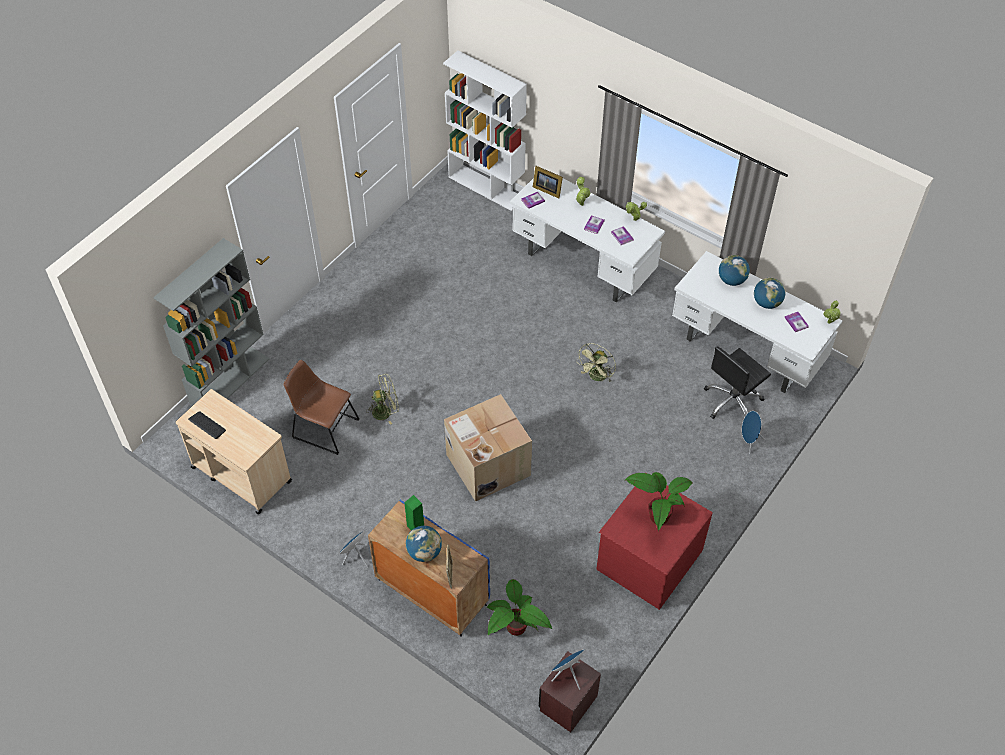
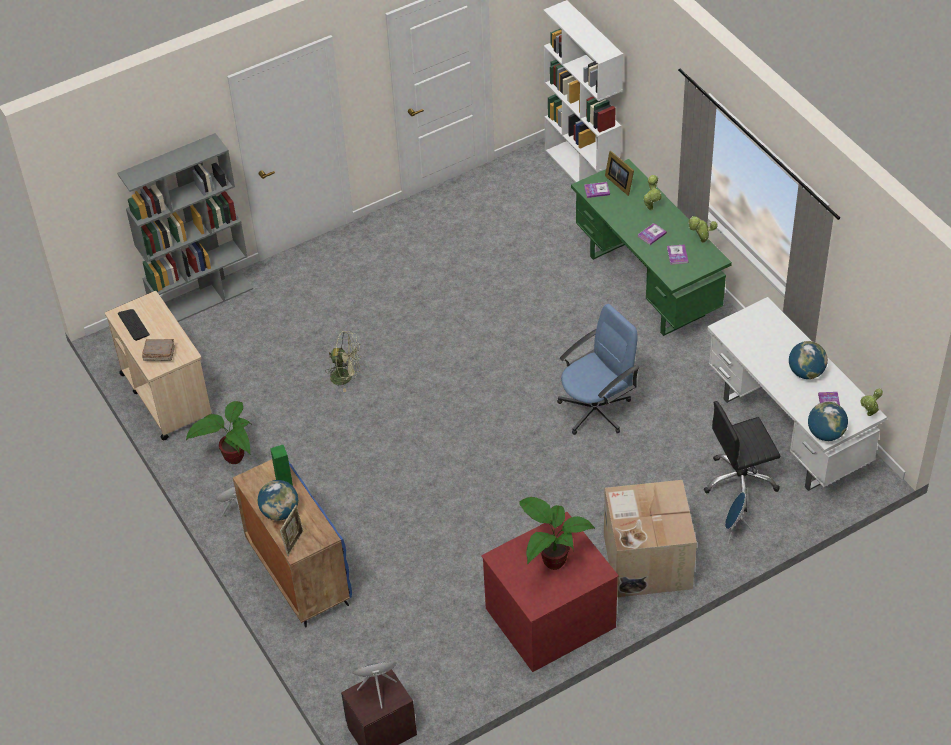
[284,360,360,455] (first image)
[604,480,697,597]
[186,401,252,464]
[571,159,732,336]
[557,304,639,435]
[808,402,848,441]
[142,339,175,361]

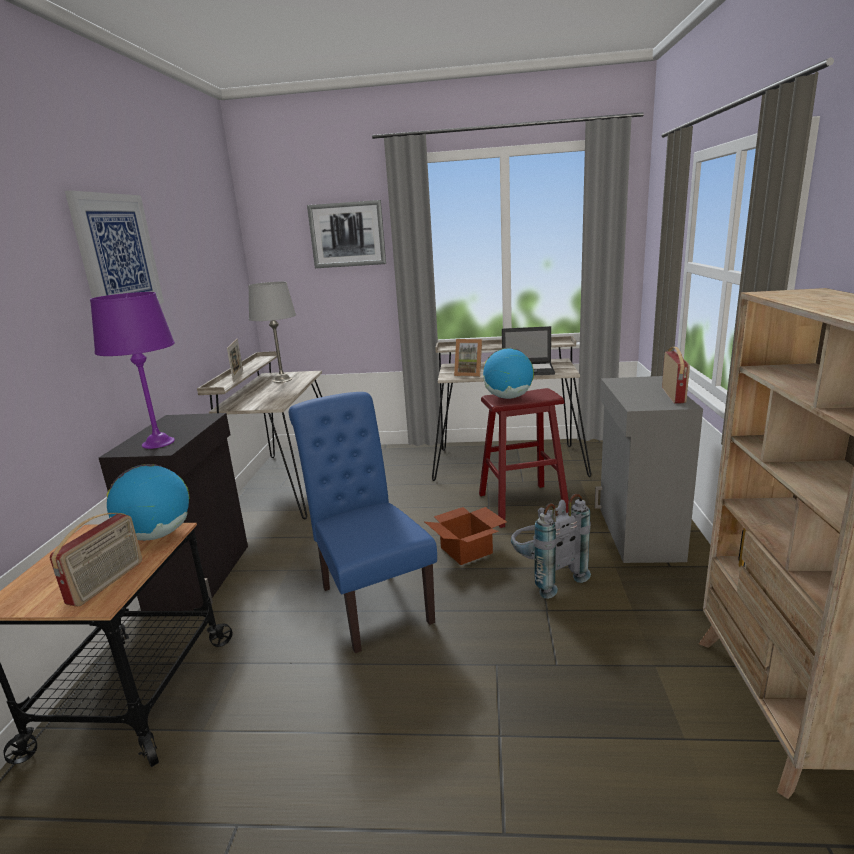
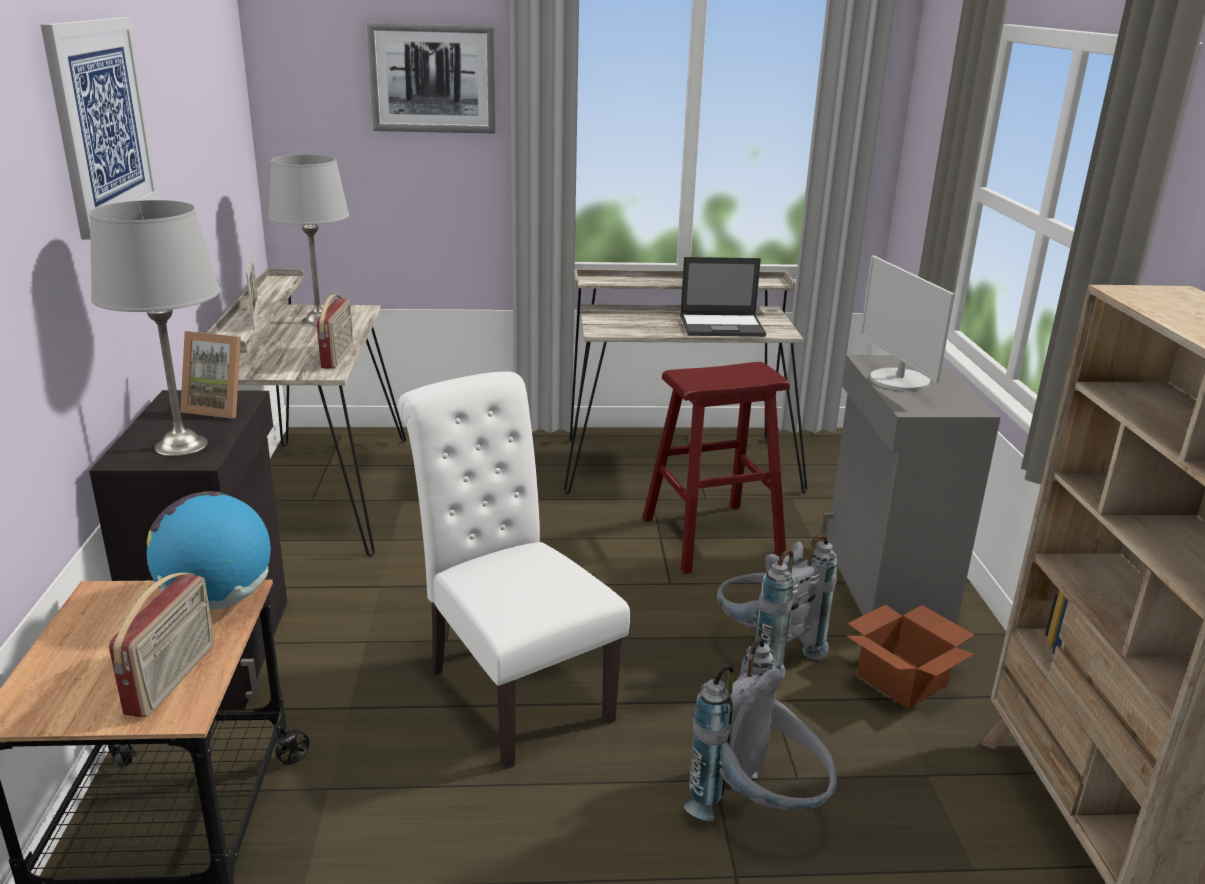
[89,200,220,456]
[398,372,630,769]
[846,605,975,709]
[180,331,241,419]
[483,348,534,399] (first image)
[317,295,353,369]
[684,637,837,821]
[860,256,955,391]

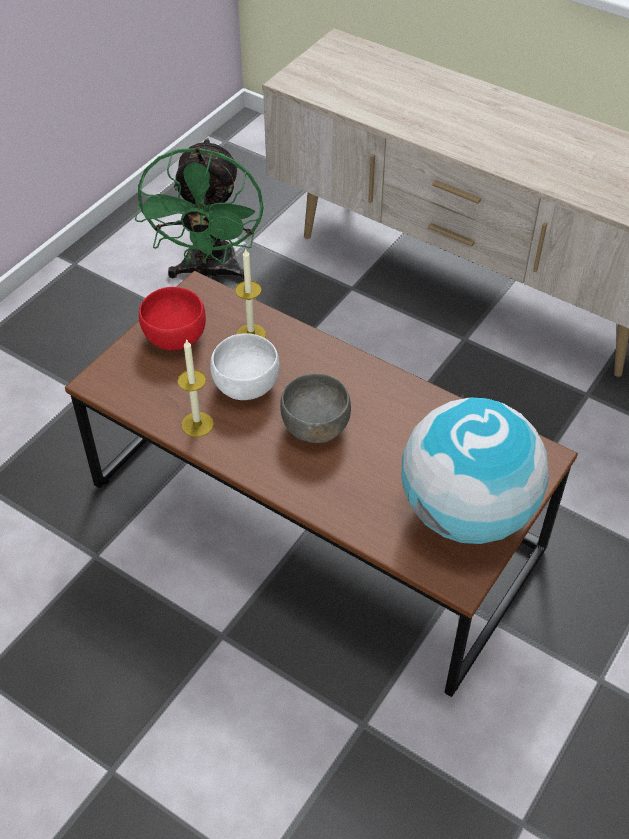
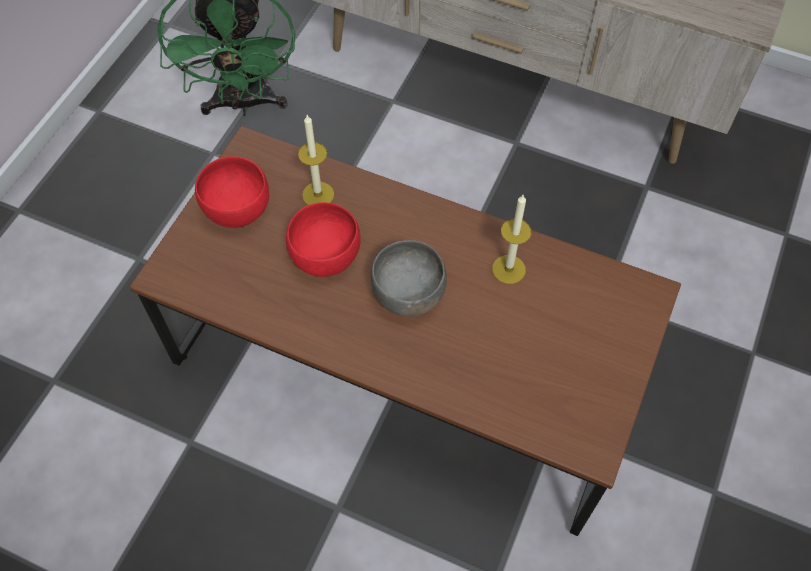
[492,195,531,284]
[286,202,361,277]
[402,397,549,544] (first image)

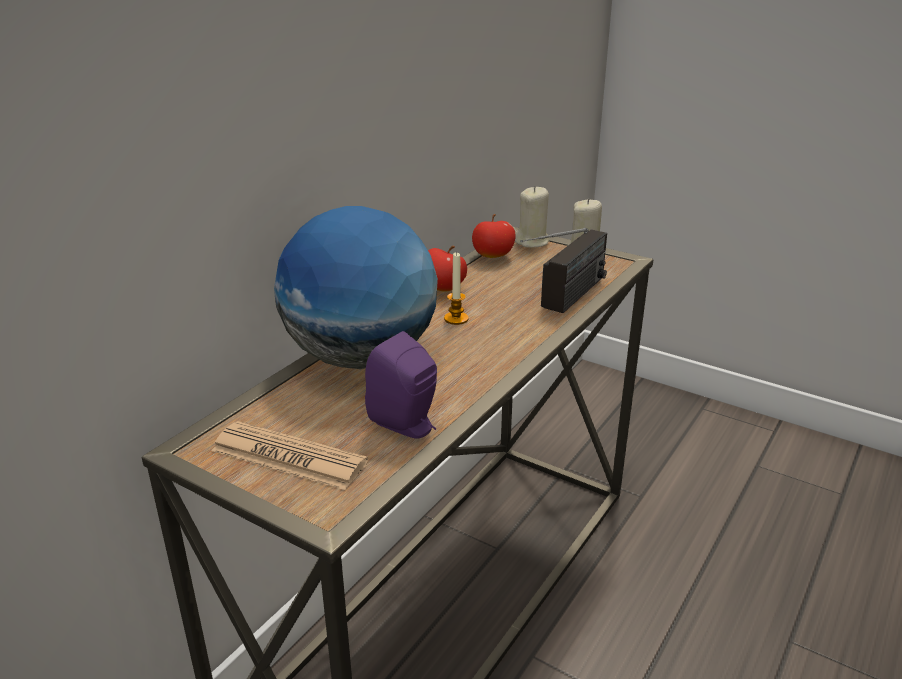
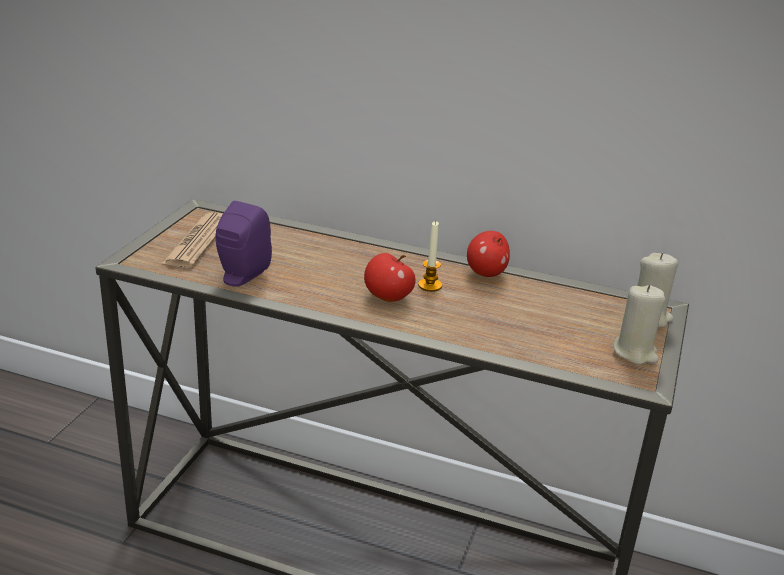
[274,206,438,369] (first image)
[364,253,416,302]
[520,228,607,313] (first image)

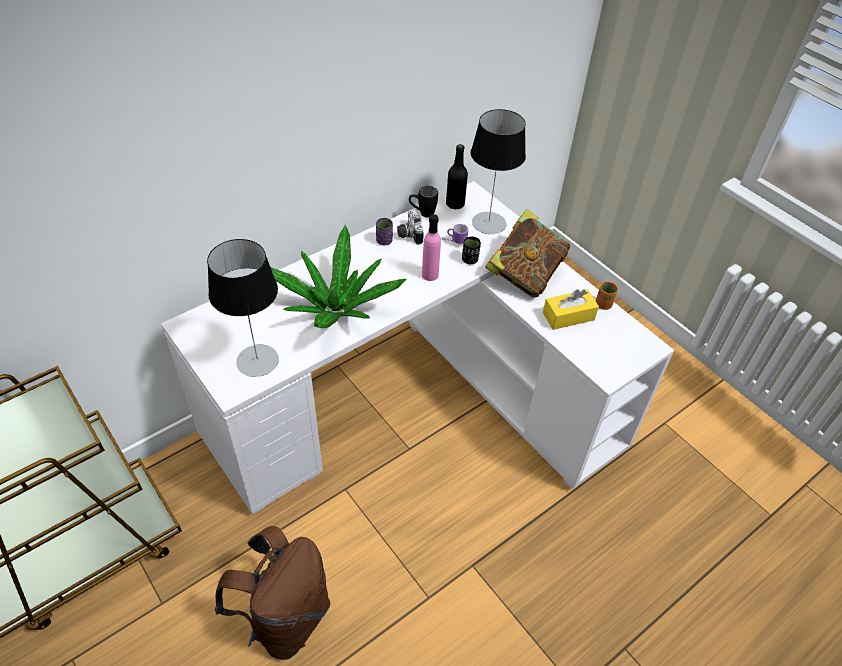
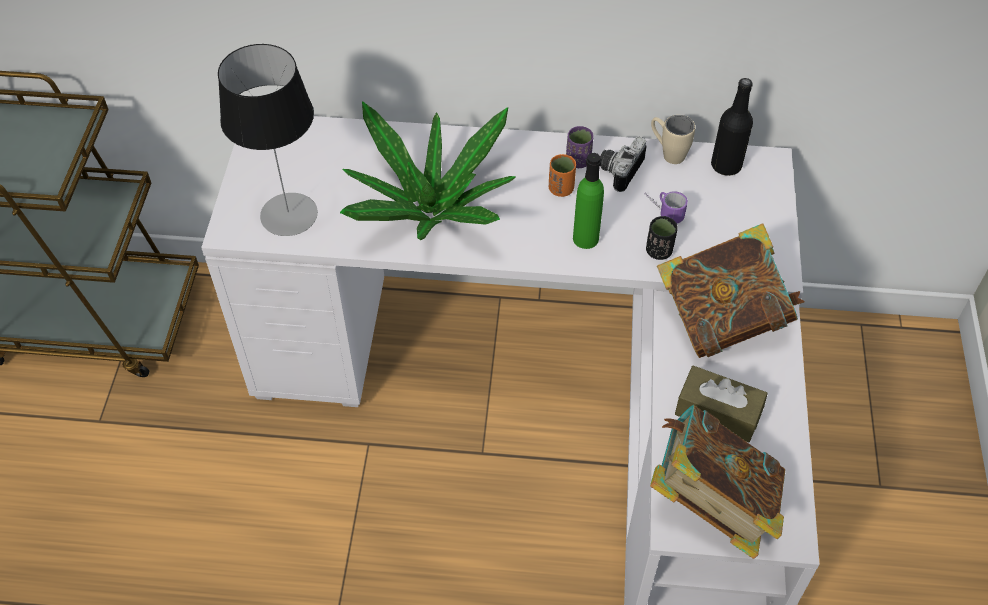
[215,526,330,660] (first image)
[651,115,695,164]
[573,153,604,249]
[471,109,526,234] (first image)
[675,366,768,443]
[549,154,576,197]
[650,405,785,559]

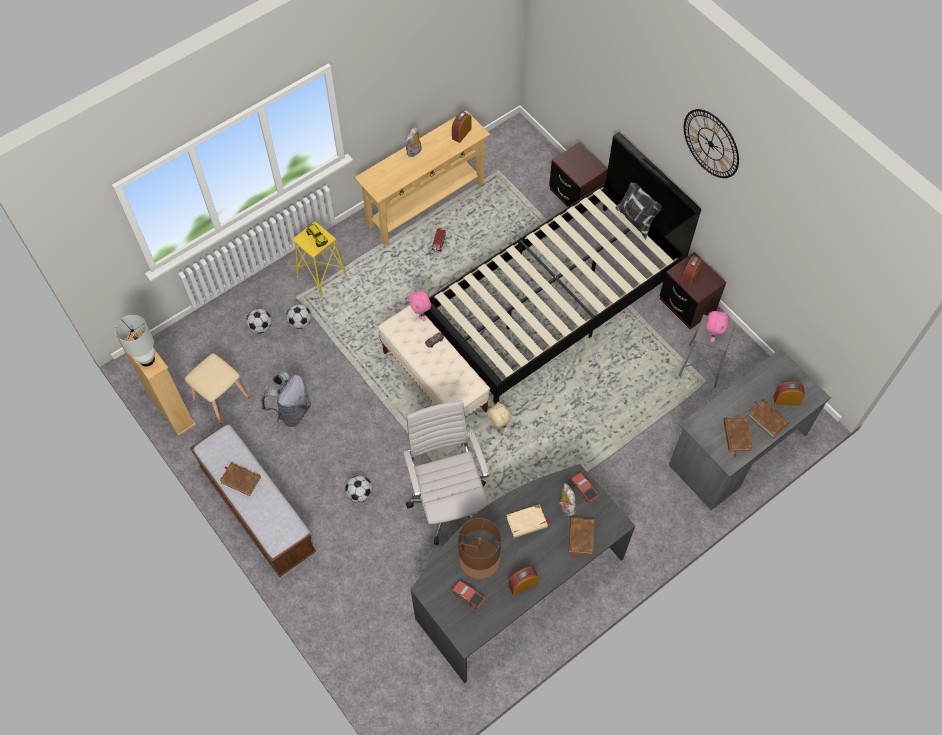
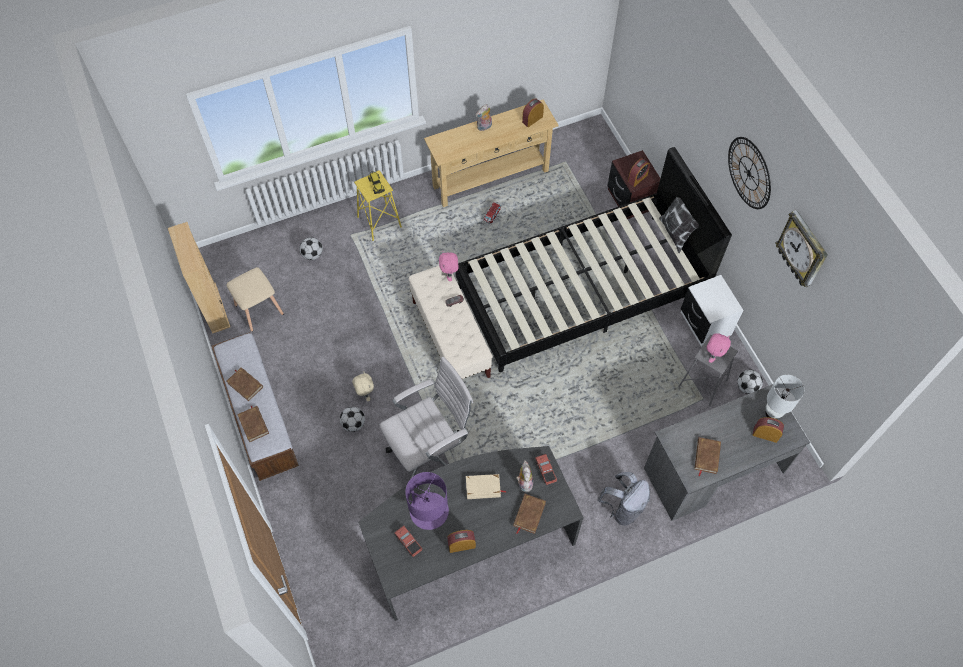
[765,375,804,419]
[597,472,650,526]
[737,370,763,394]
[380,357,473,479]
[405,472,449,530]
[352,371,374,402]
[681,275,743,347]
[628,158,650,187]
[237,406,269,442]
[775,210,828,287]

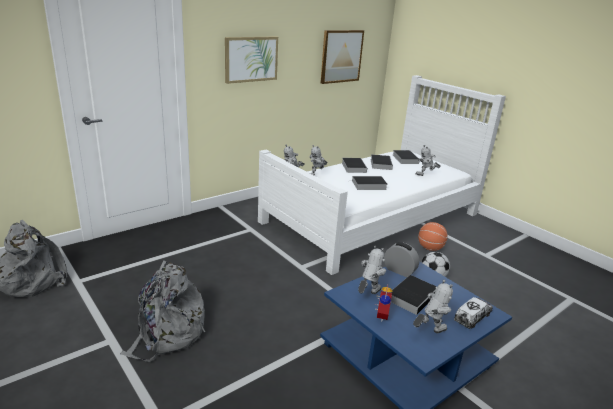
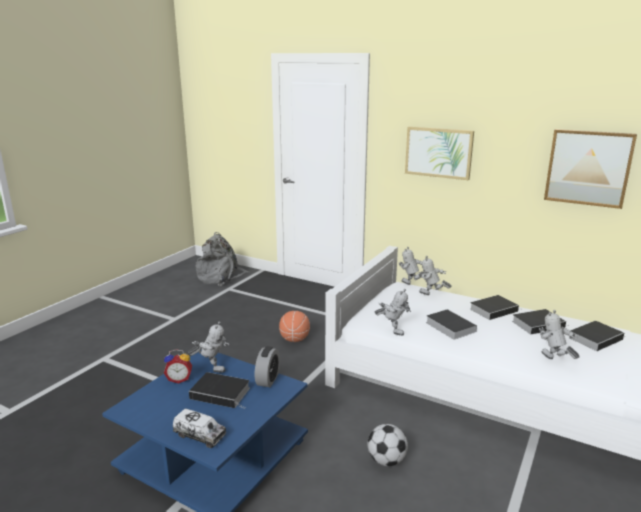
[120,260,205,362] (first image)
[374,289,411,336]
[279,311,310,342]

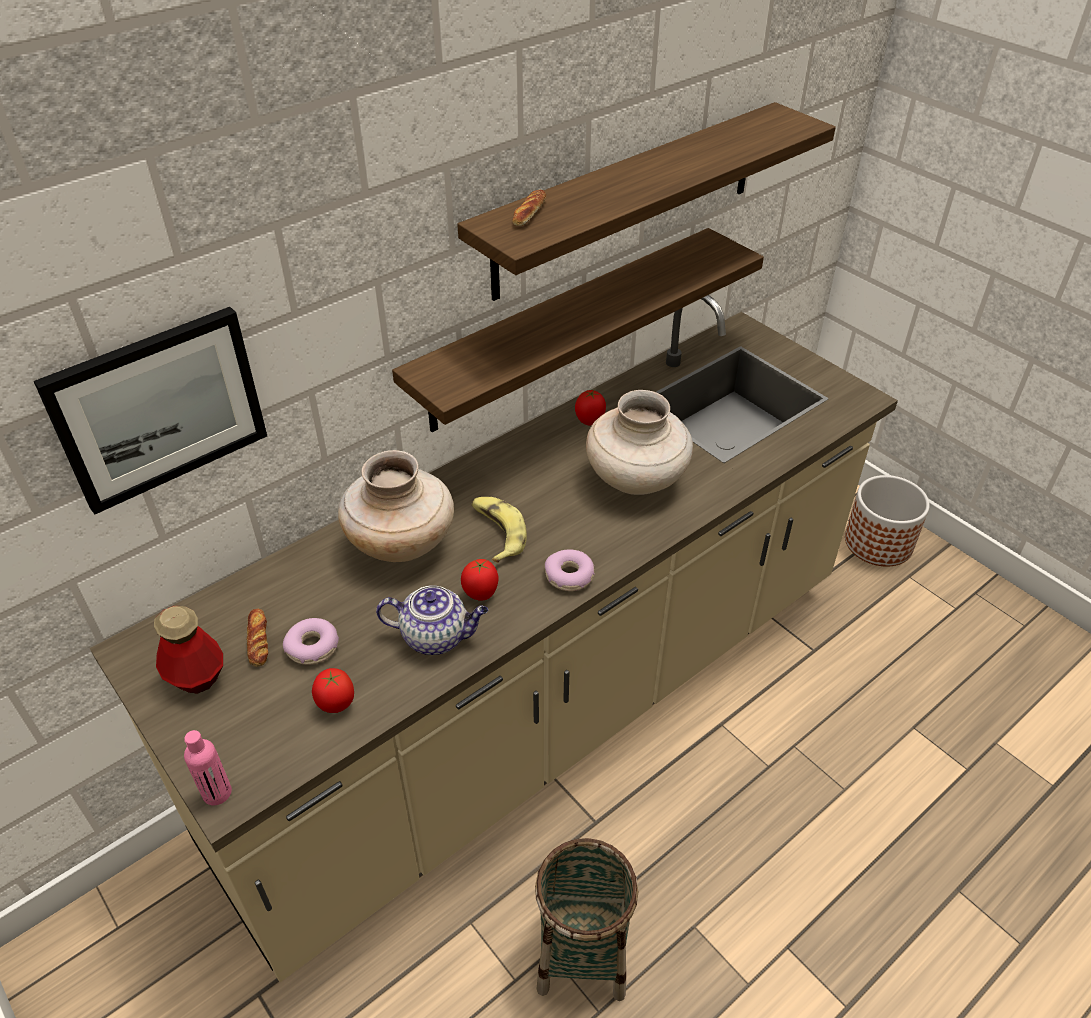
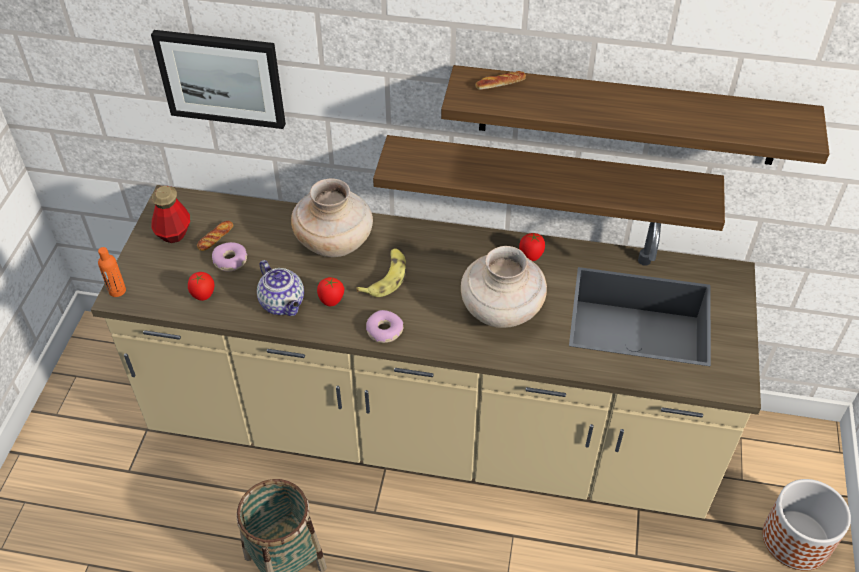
[98,247,126,297]

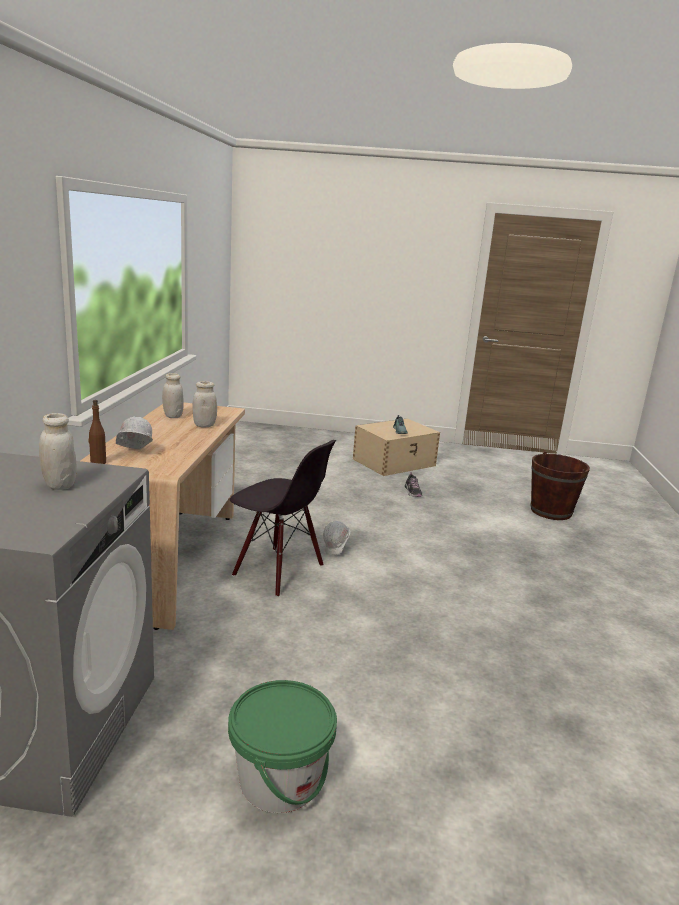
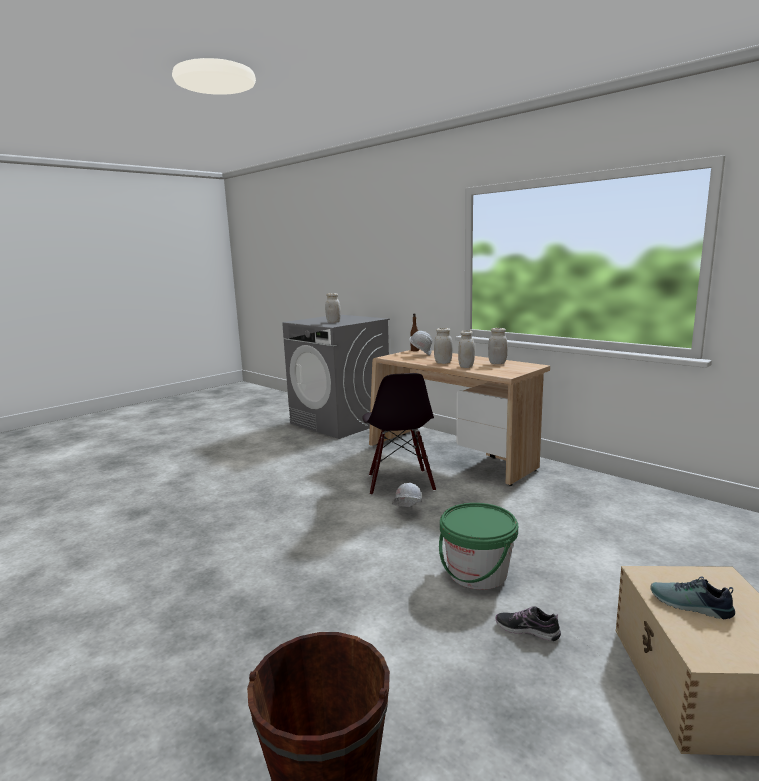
[439,503,518,590]
[362,373,436,495]
[434,328,453,364]

